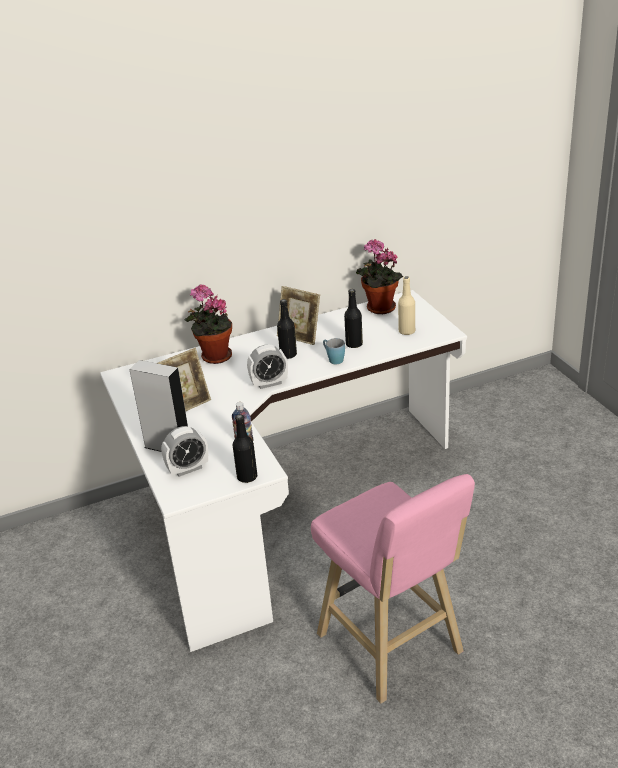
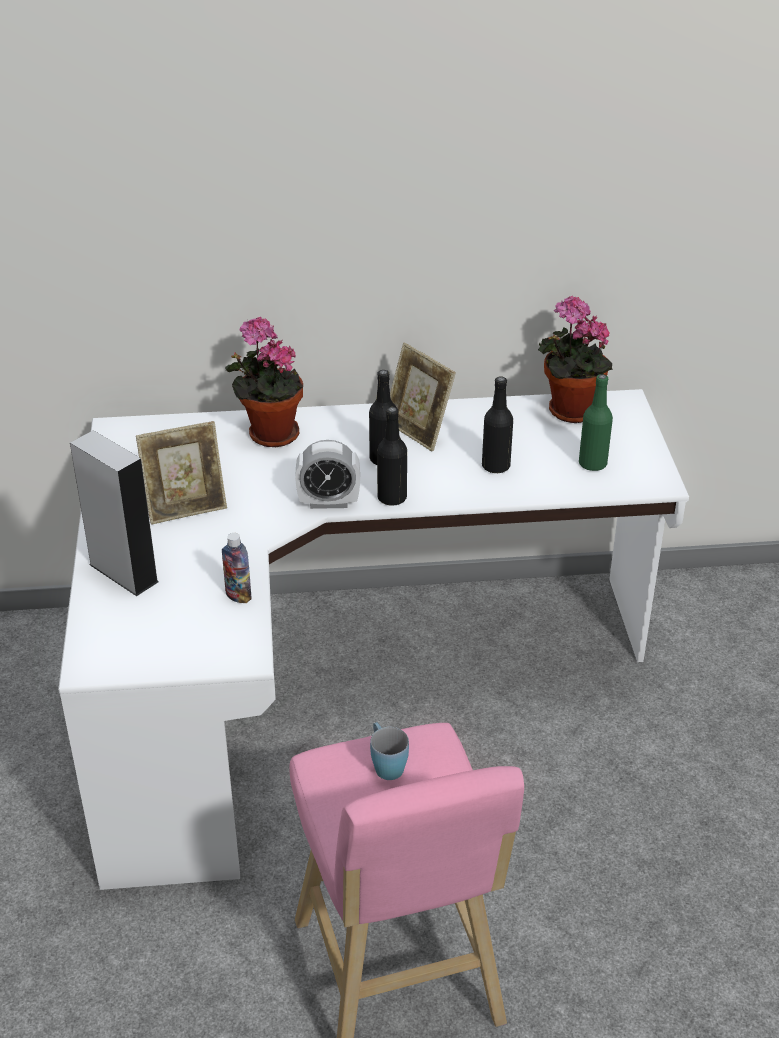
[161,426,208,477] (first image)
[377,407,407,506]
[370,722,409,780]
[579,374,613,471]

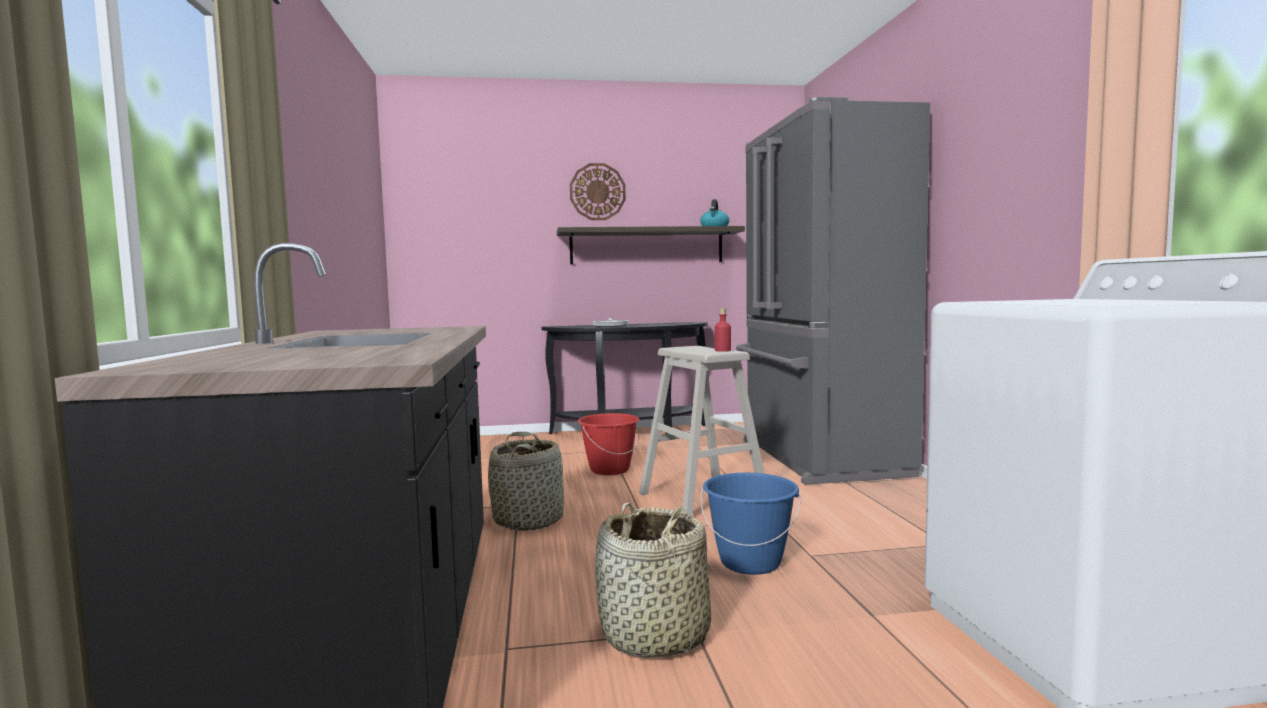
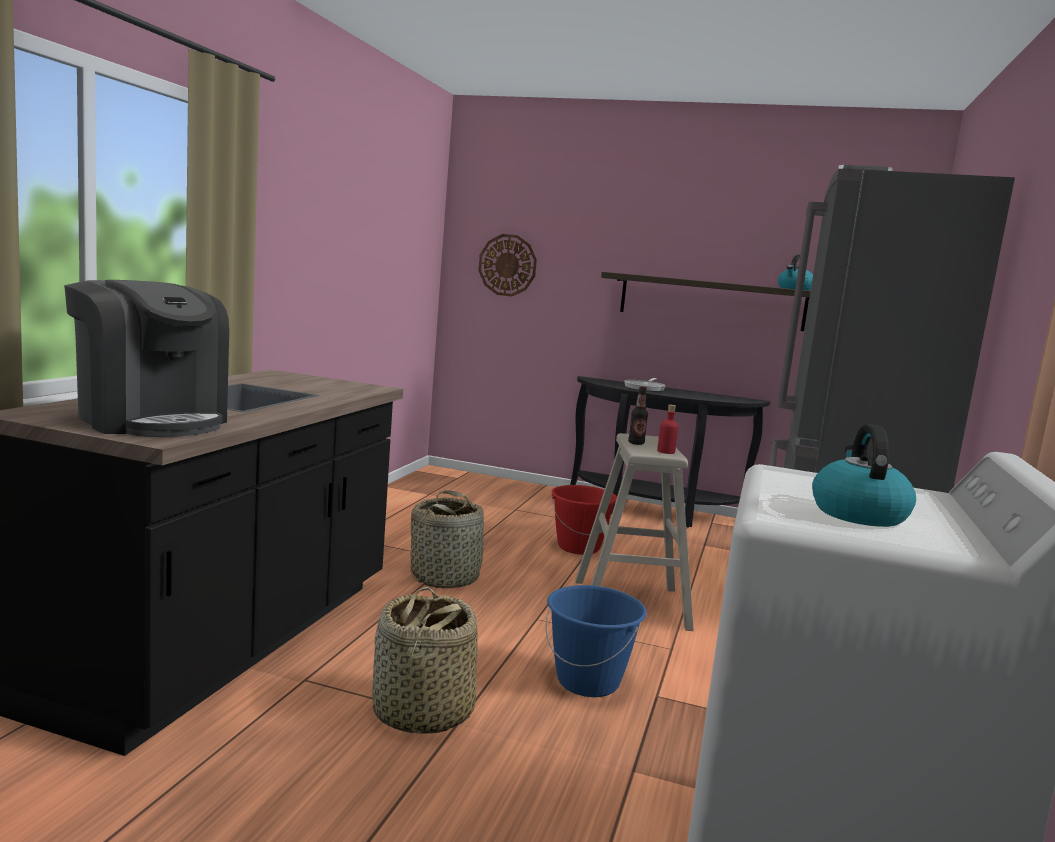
[478,234,537,296]
[64,280,229,437]
[628,387,648,445]
[812,424,916,527]

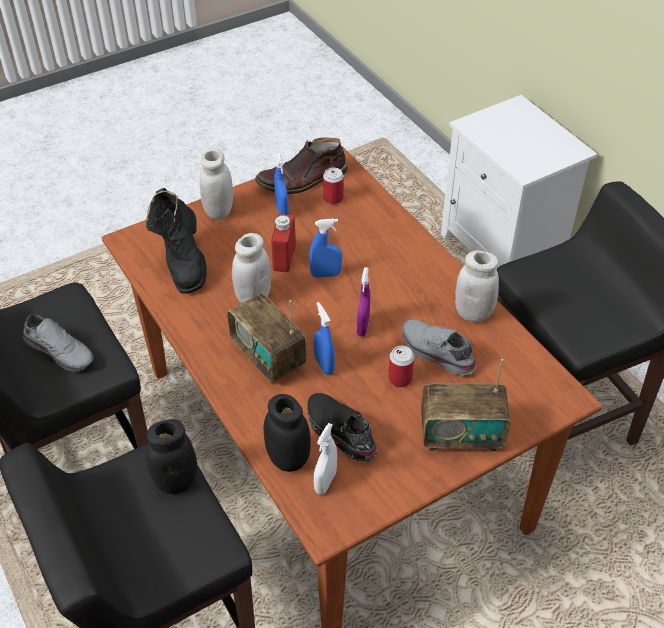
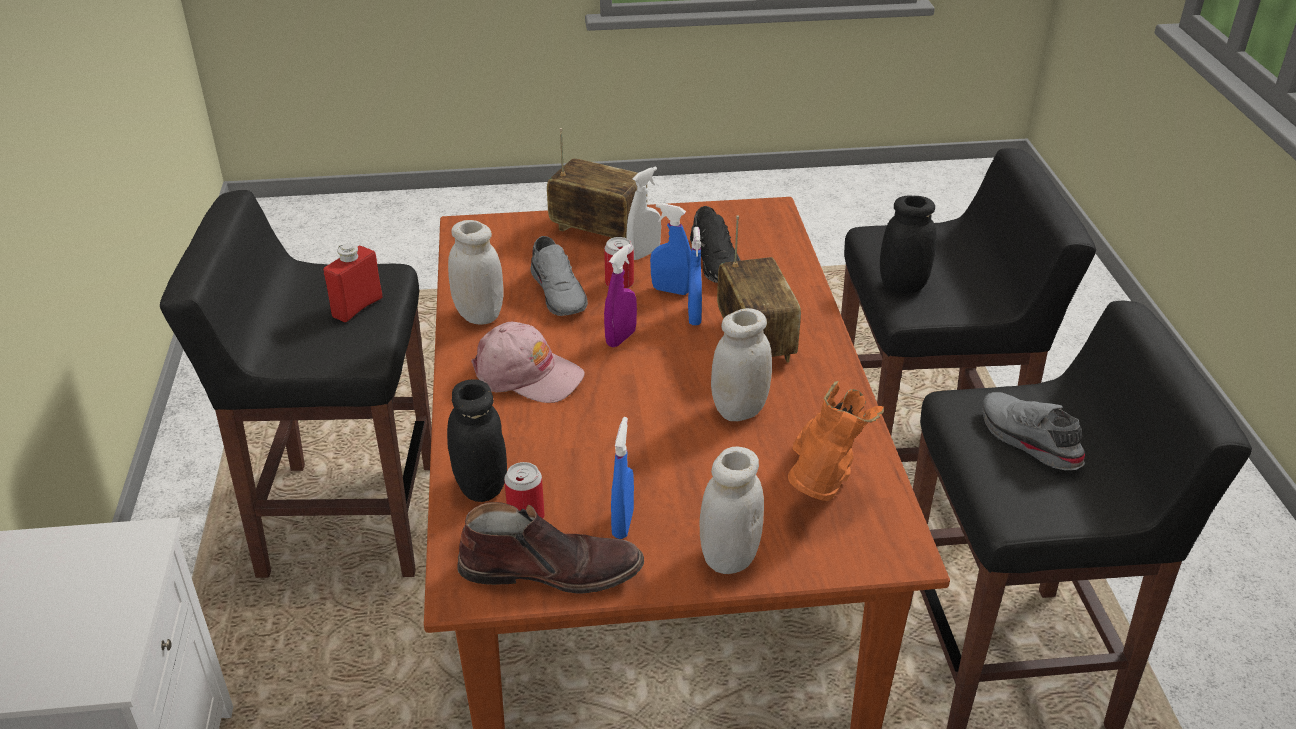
[788,381,884,501]
[447,379,507,502]
[323,243,383,322]
[650,203,691,295]
[626,166,661,260]
[471,322,585,403]

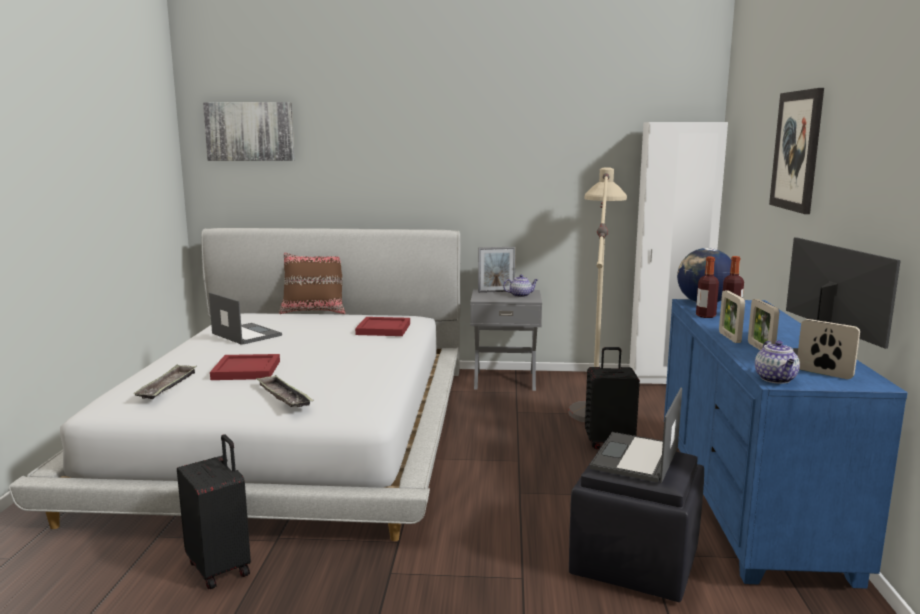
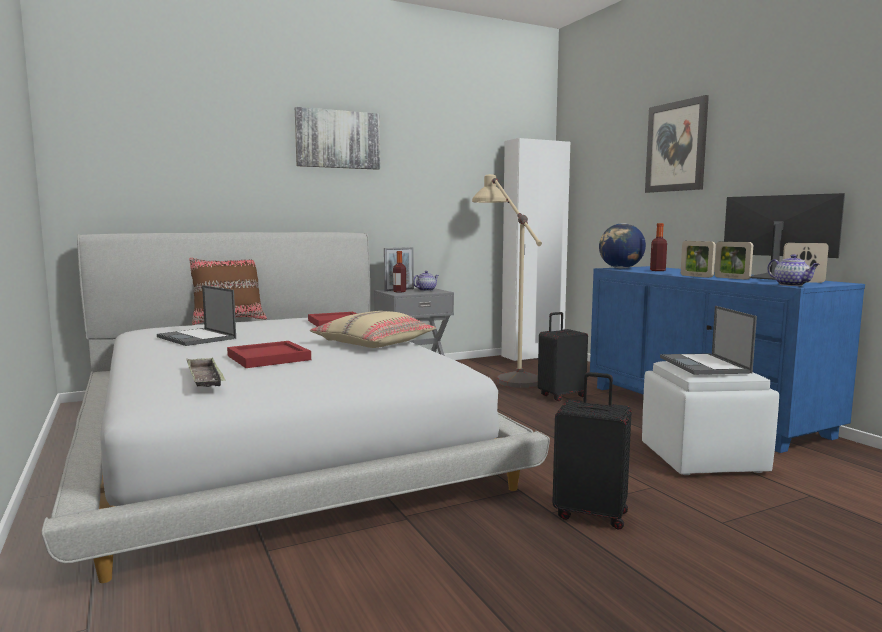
[552,372,632,530]
[295,107,380,170]
[157,285,236,346]
[256,376,314,407] (first image)
[642,361,779,475]
[393,251,406,292]
[310,311,436,348]

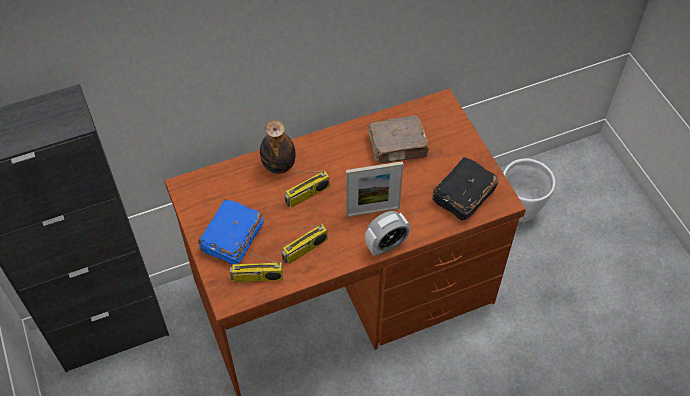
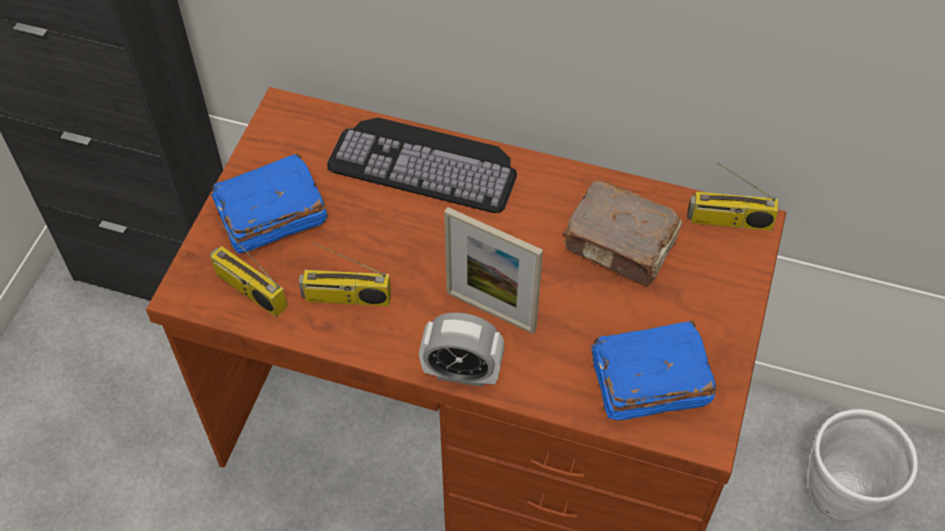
[327,118,517,213]
[687,163,779,231]
[591,320,717,420]

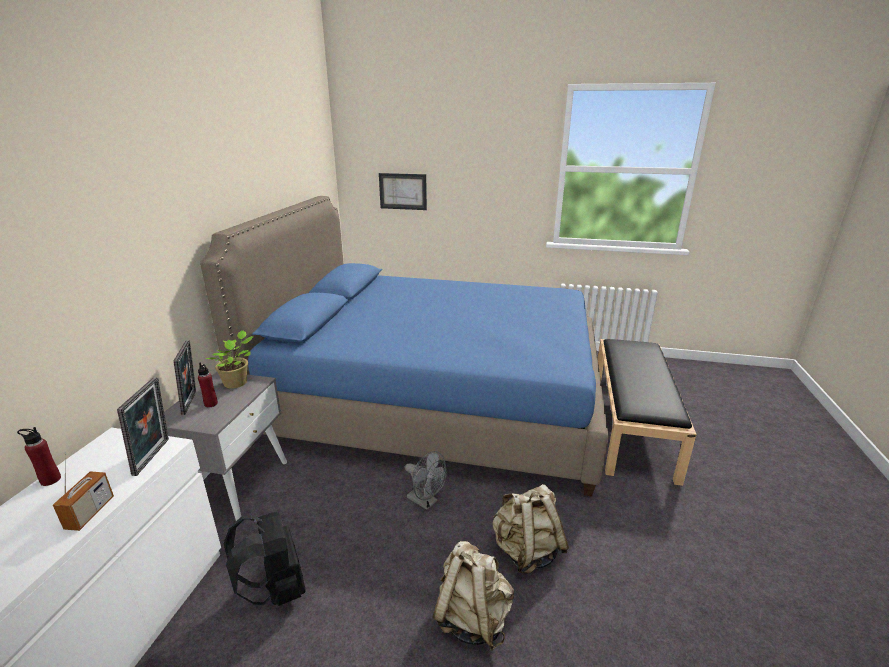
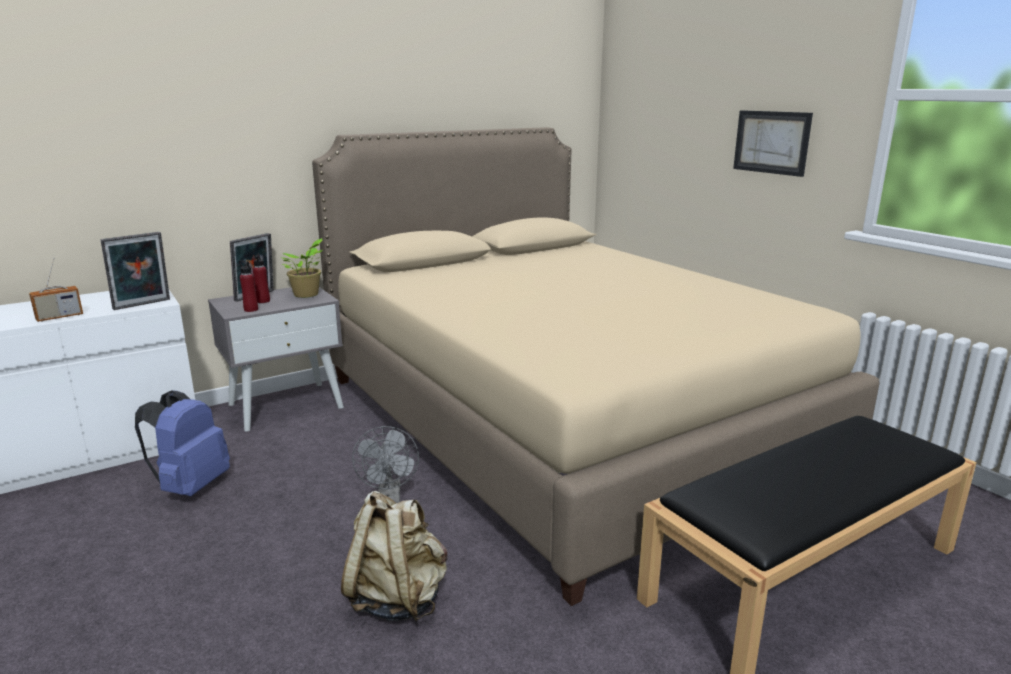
[239,260,258,312]
[312,127,880,606]
[135,390,230,496]
[733,110,813,177]
[433,541,514,650] (first image)

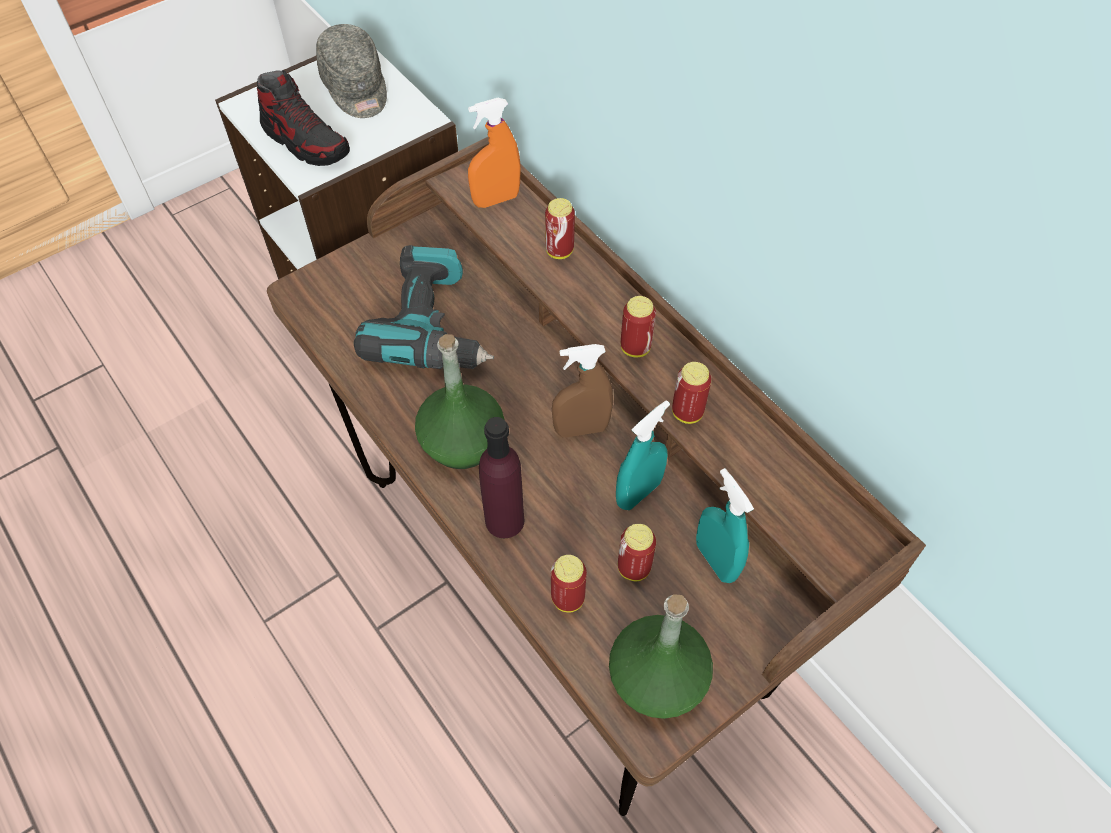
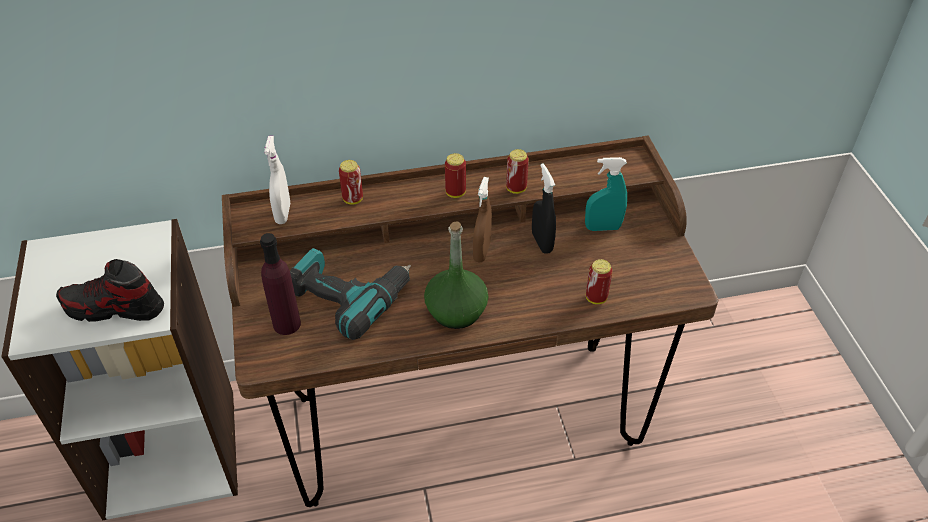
[56,259,164,322]
[316,24,387,118] (first image)
[264,136,290,224]
[260,233,301,335]
[609,594,713,719] (first image)
[532,164,556,254]
[618,524,656,581] (first image)

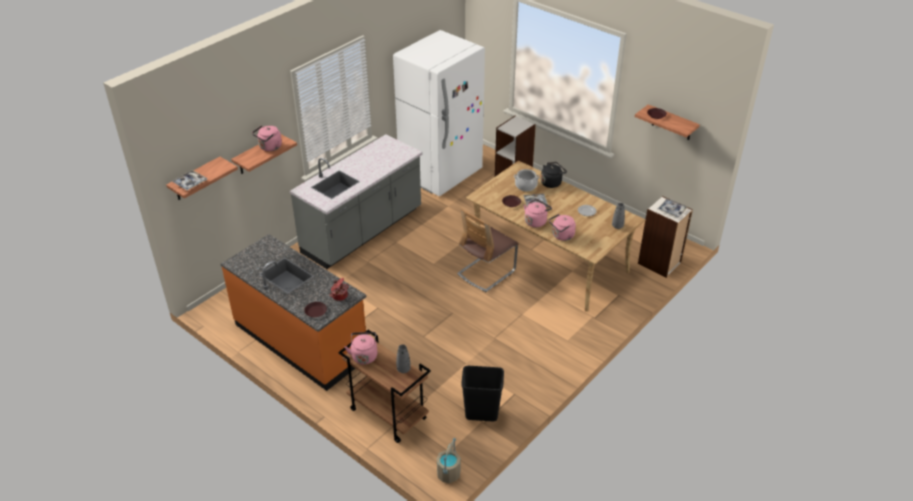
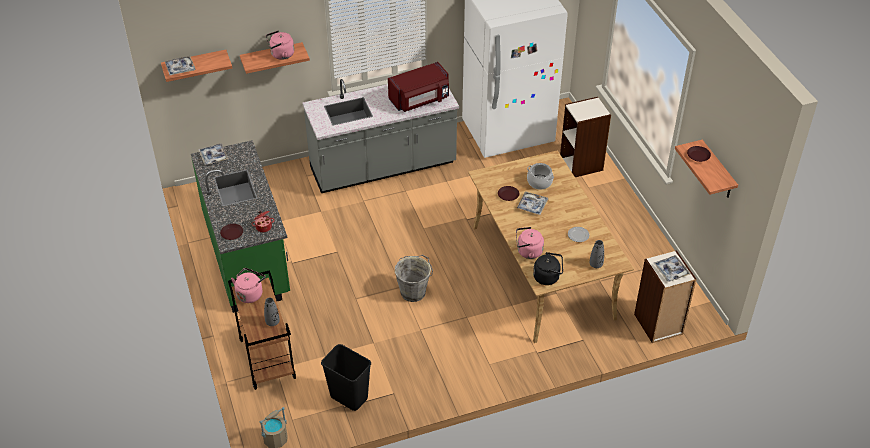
[191,140,290,313]
[457,209,518,292] (first image)
[524,199,552,227] (first image)
[533,252,563,285]
[198,143,228,165]
[388,62,449,112]
[395,255,433,302]

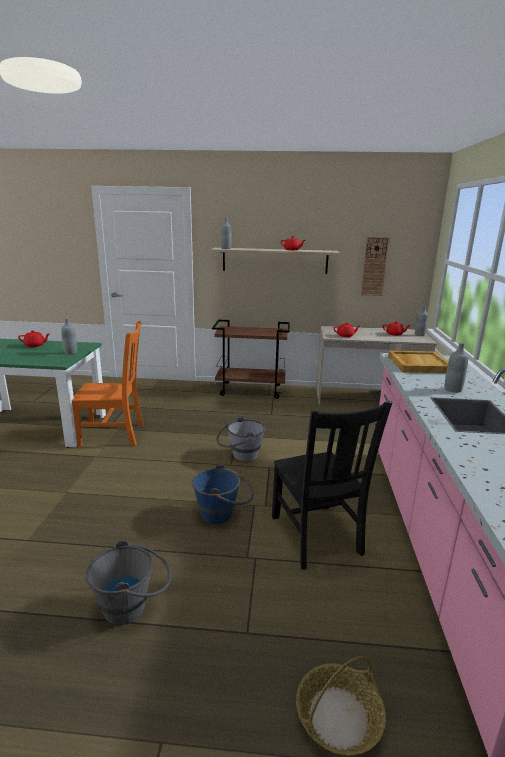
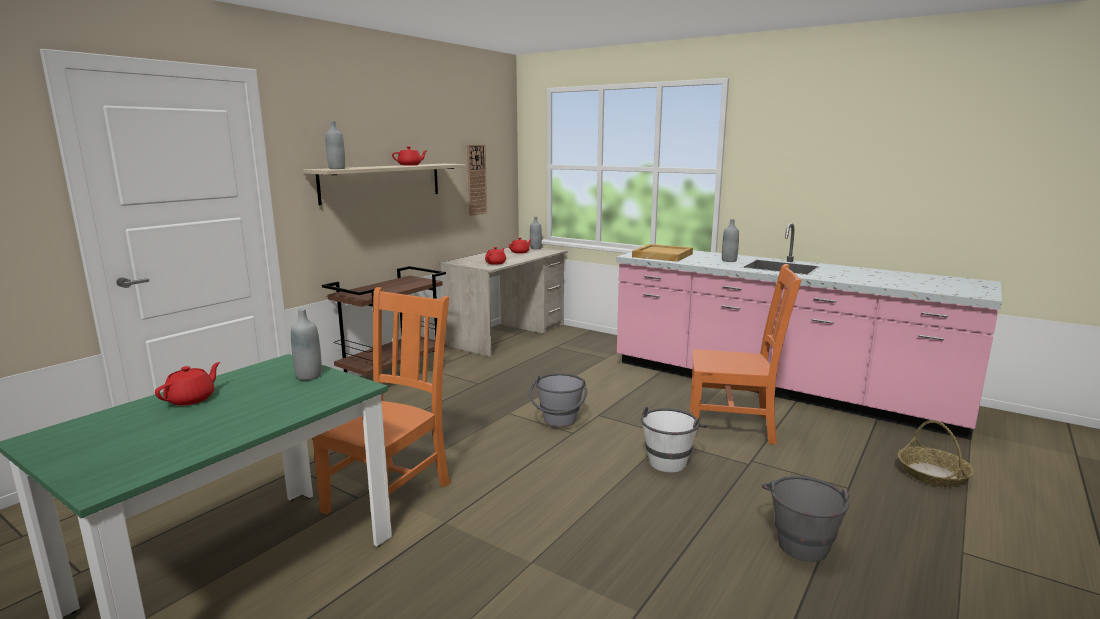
[641,407,707,472]
[690,264,802,445]

